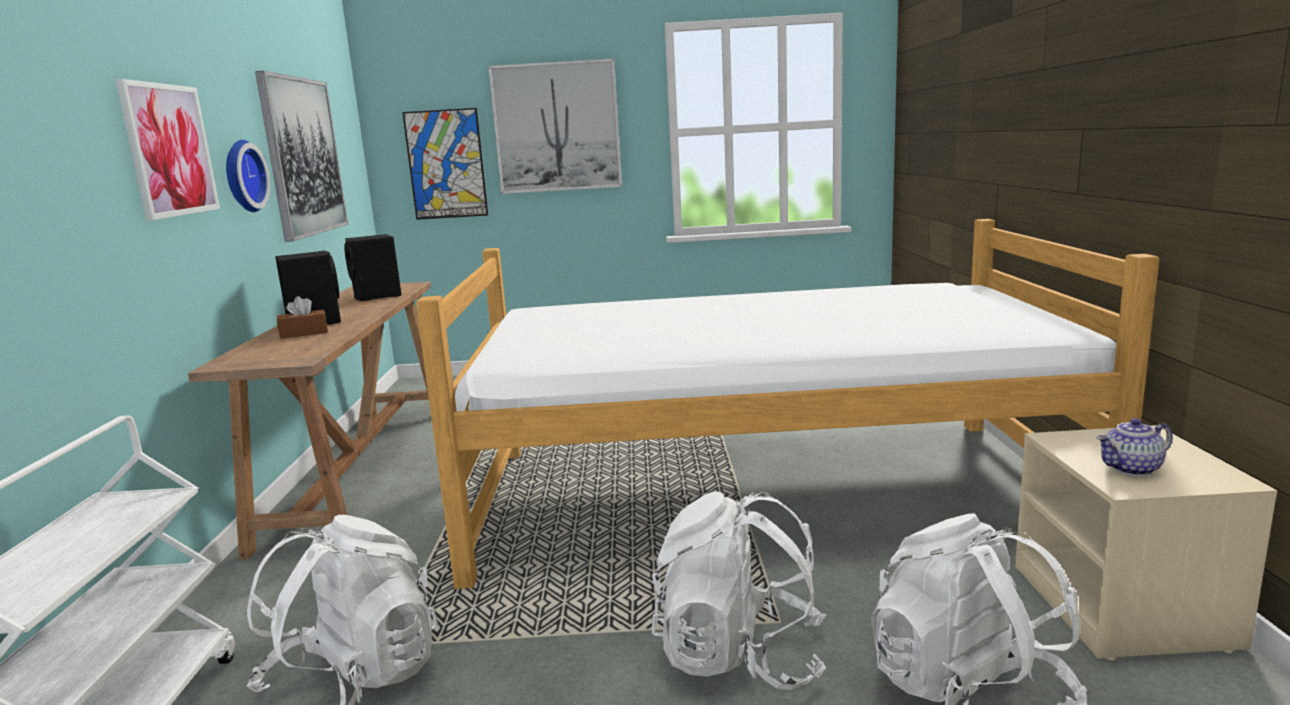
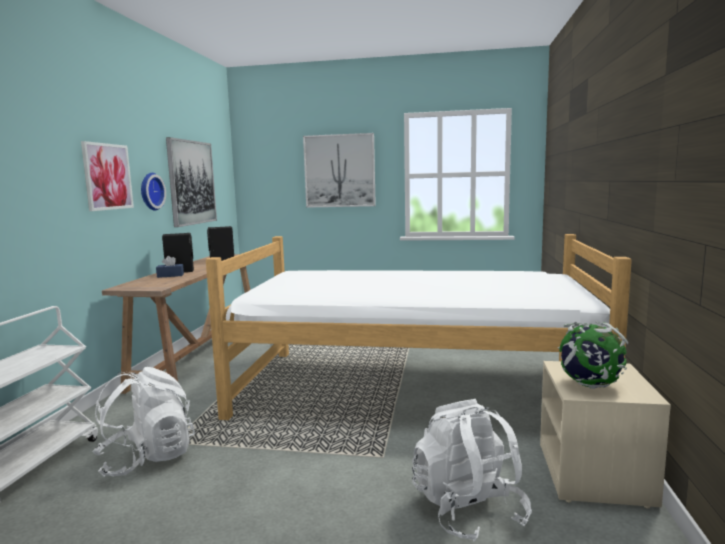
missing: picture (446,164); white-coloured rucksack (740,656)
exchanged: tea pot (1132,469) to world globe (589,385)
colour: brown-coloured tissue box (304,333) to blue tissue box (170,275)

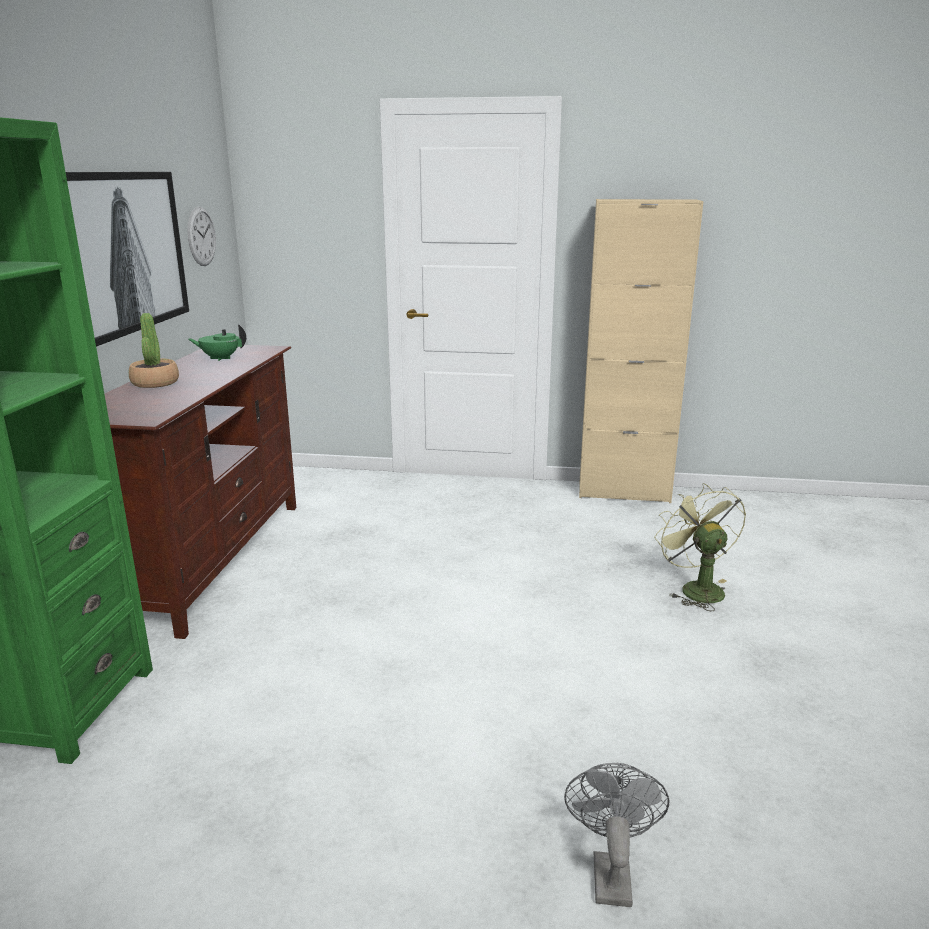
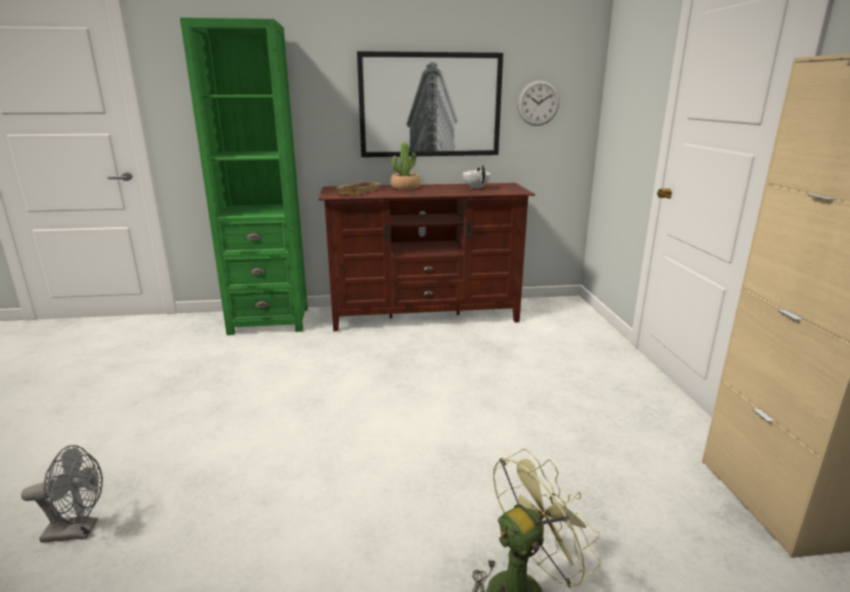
appeared: beige-coloured tray (357,191)
colour: greenish tea pot (220,358) to white-coloured tea pot (476,188)

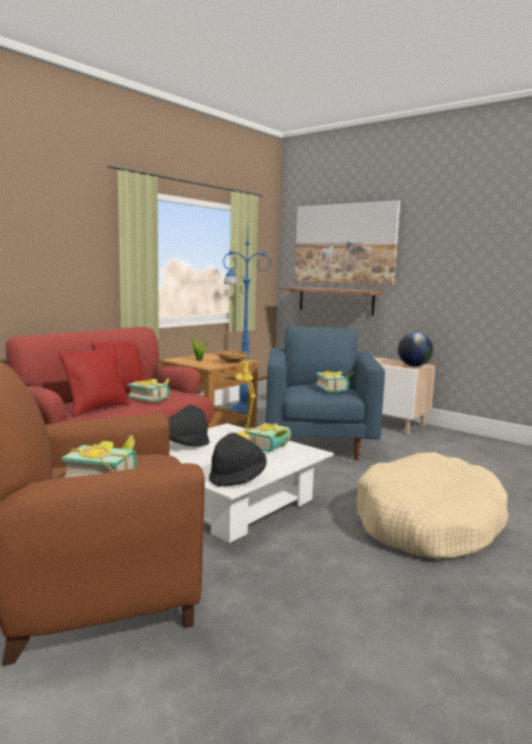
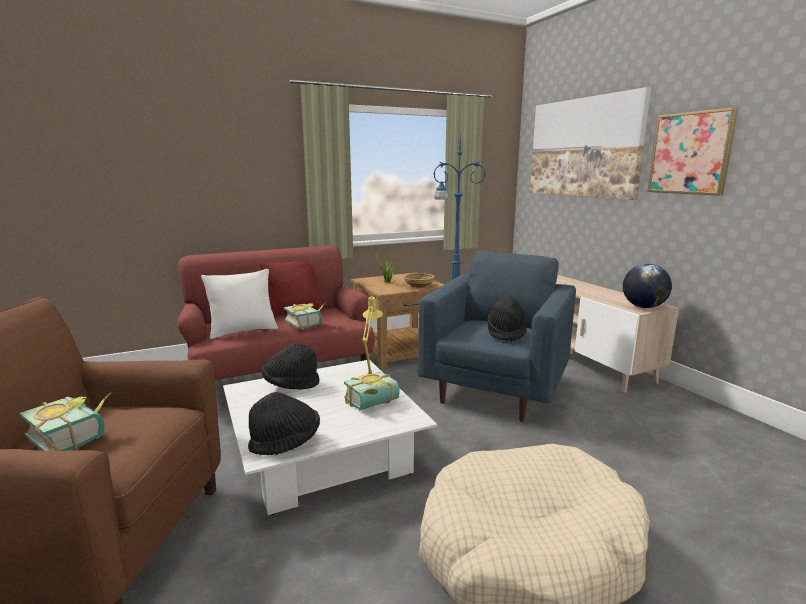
missing: bracket shelf (335,300)
appeared: picture (690,153)
exchanged: bound book (335,389) to blackish hat (506,333)
colour: reddish cushion (97,408) to white-coloured cushion (243,331)

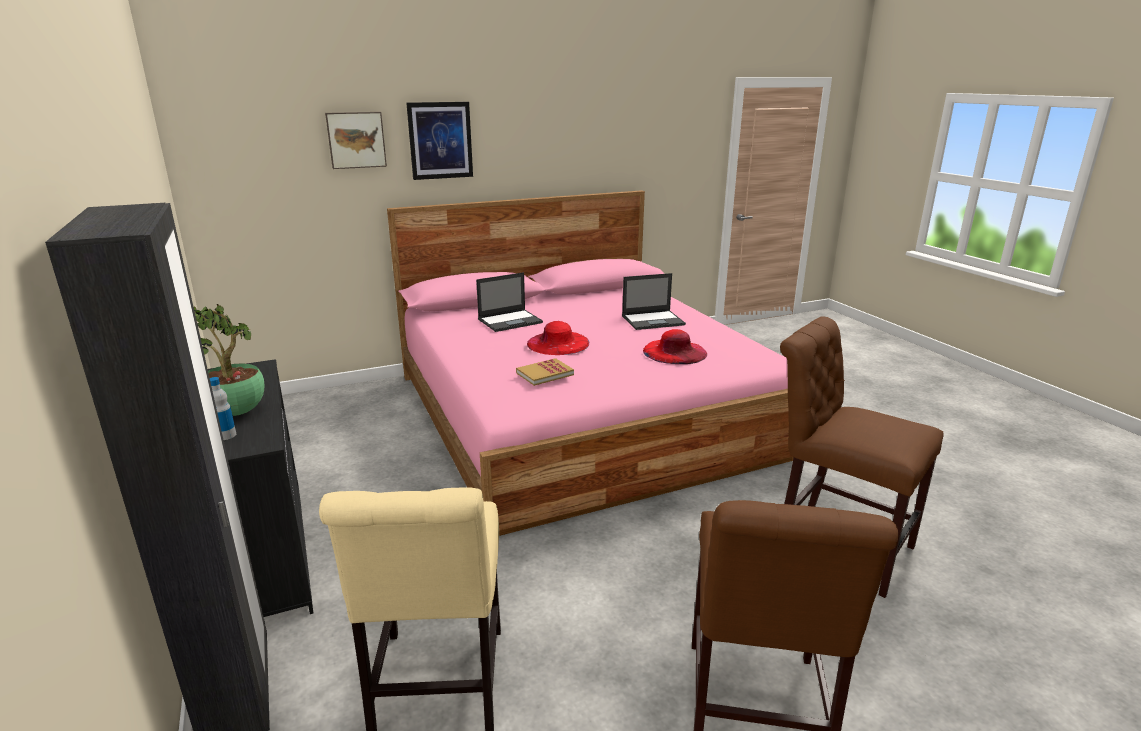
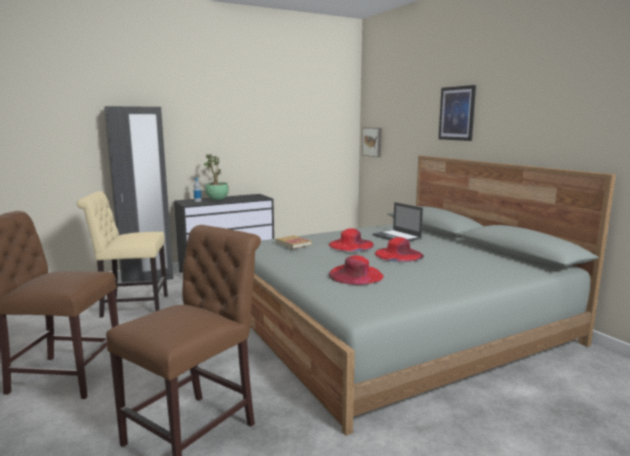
missing: notebook computer (653,320)
appeared: reddish hat (398,254)
relocated: picture (356,140) to (372,142)
colour: pink-coloured sleeping bed (581,413) to greyish sleeping bed (394,324)

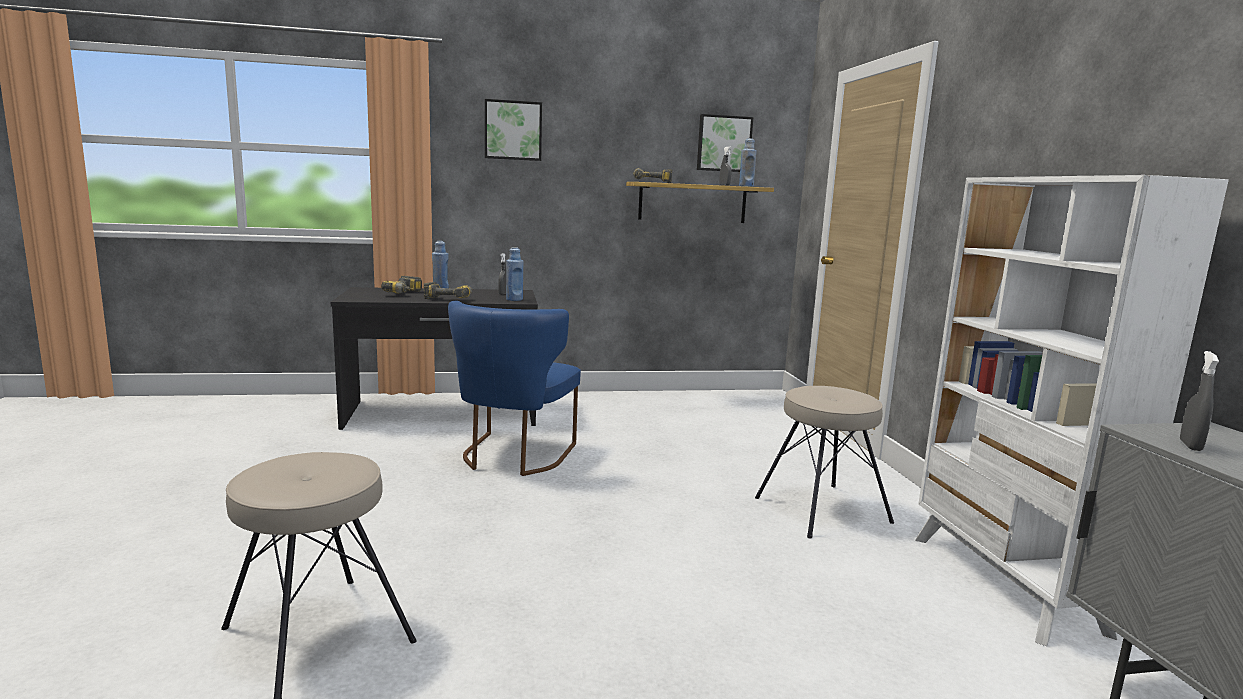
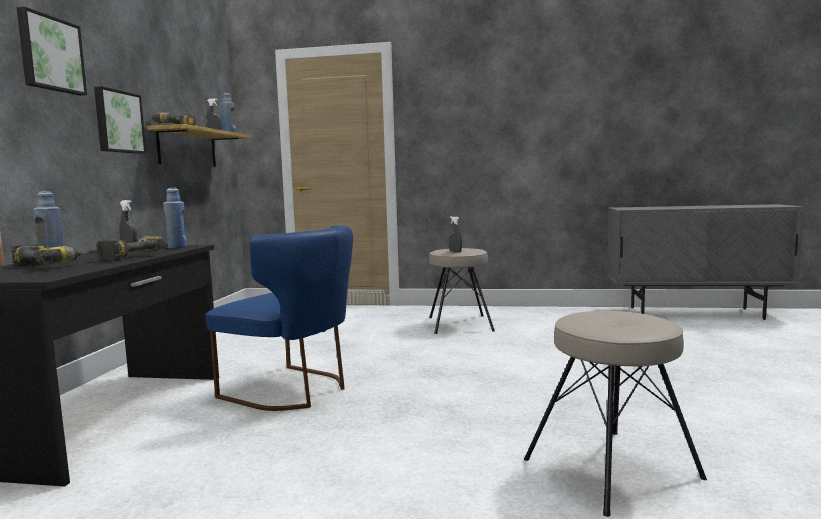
missing: white-coloured bookcase (1004,583)
relocated: picture (723,143) to (118,122); greyish sprayer (1190,446) to (455,252)

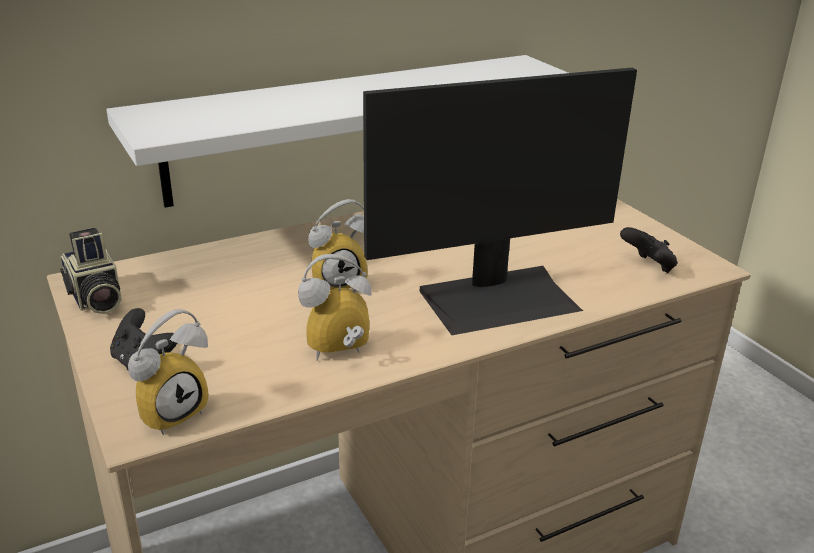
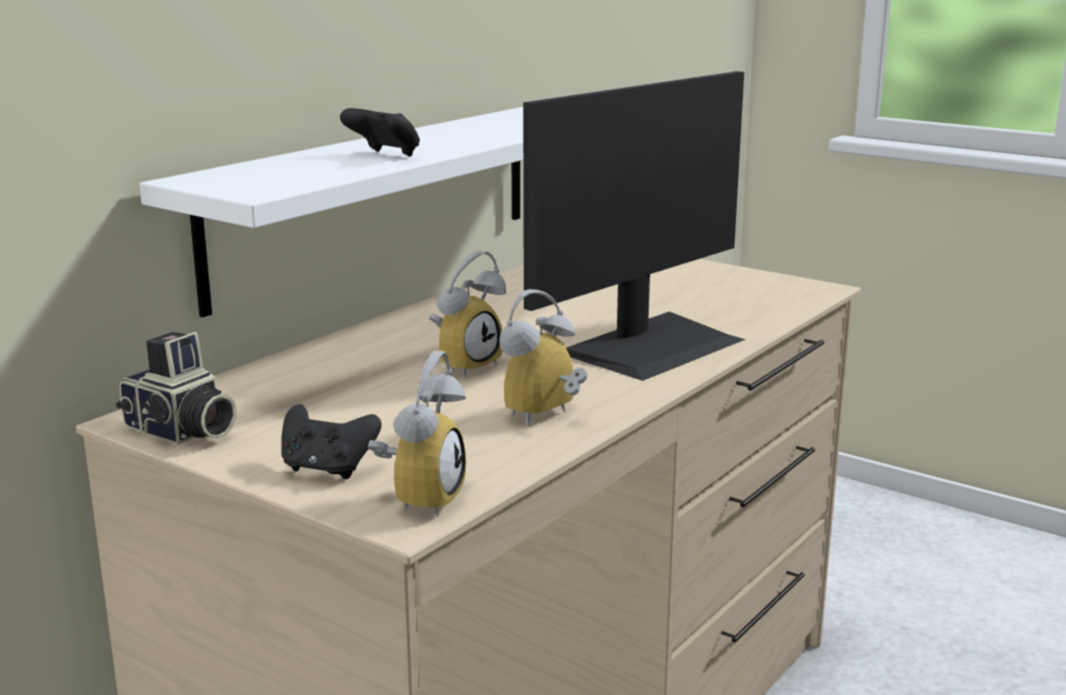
relocated: blackish game controller (648,267) to (385,155)

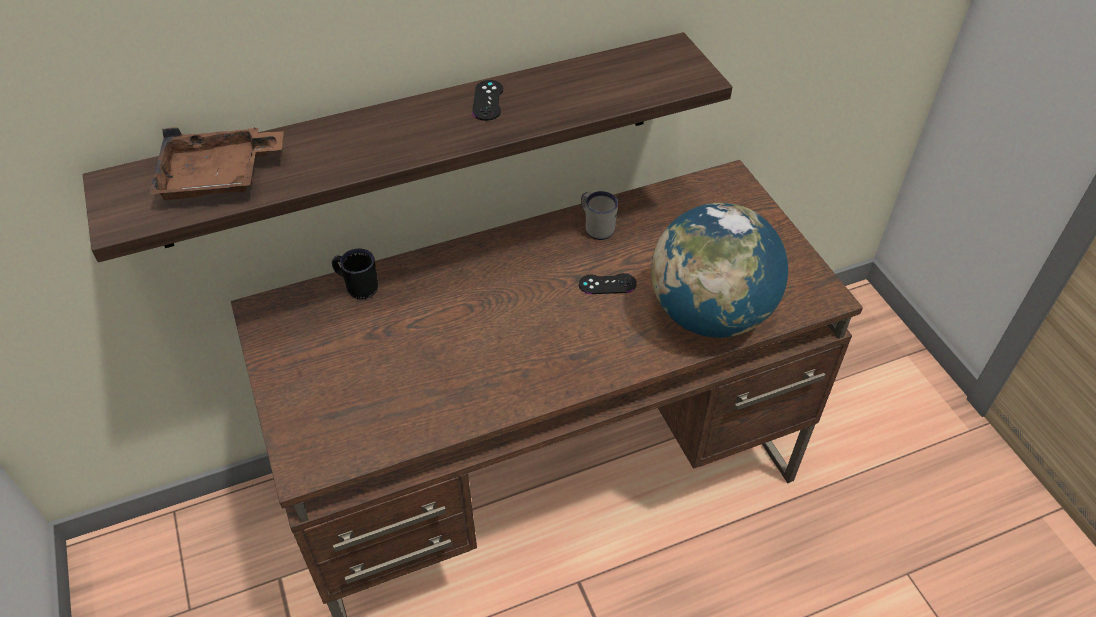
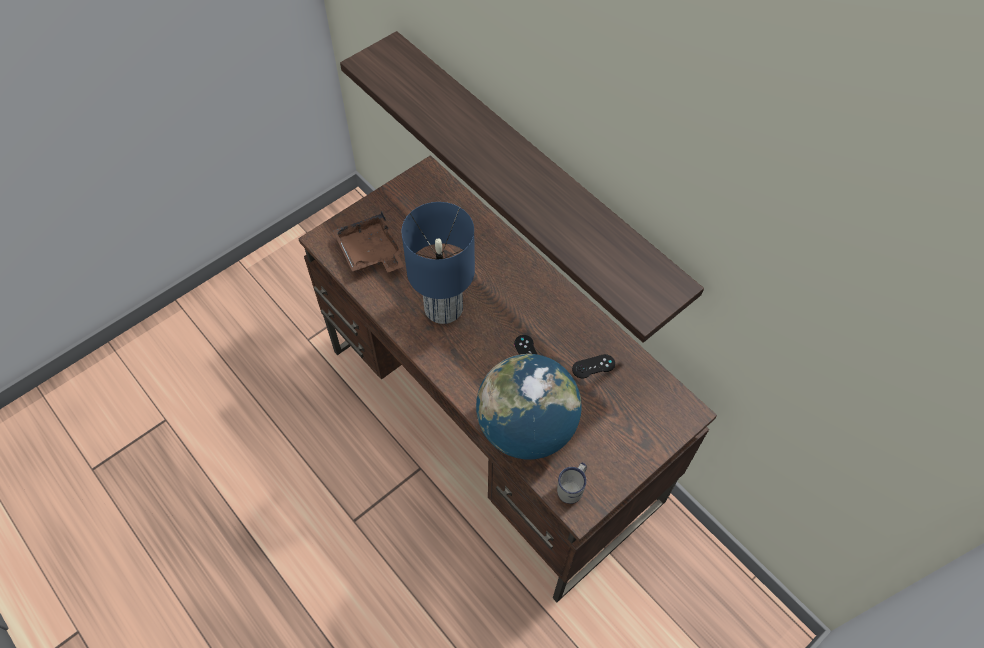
missing: blackish tea mug (357,286)
appeared: blue tabletop lamp (442,308)
relocated: blackish game controller (488,100) to (593,366); brown-coloured tray (218,177) to (370,252); white-coloured tea mug (596,226) to (572,488)

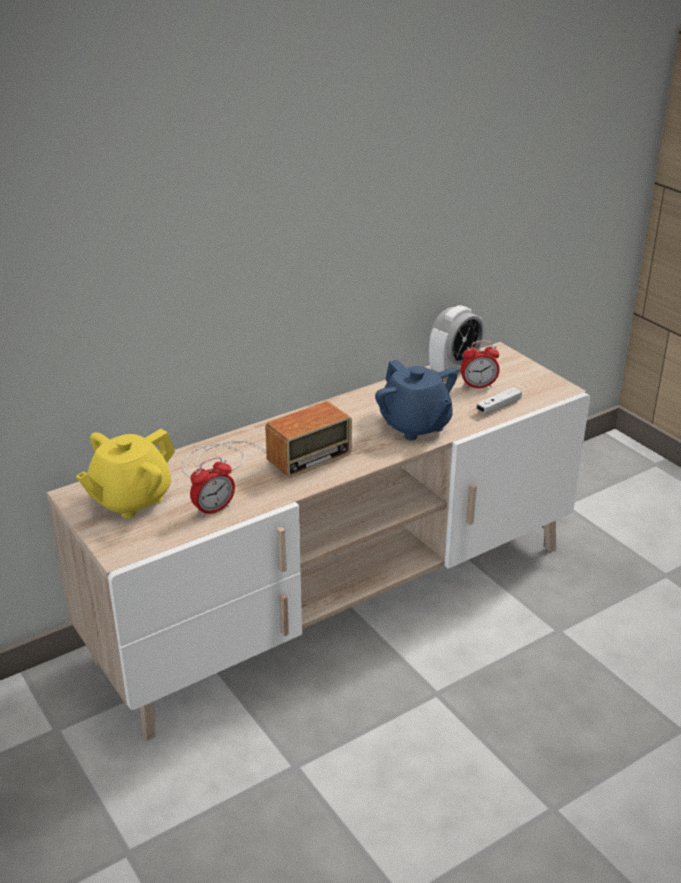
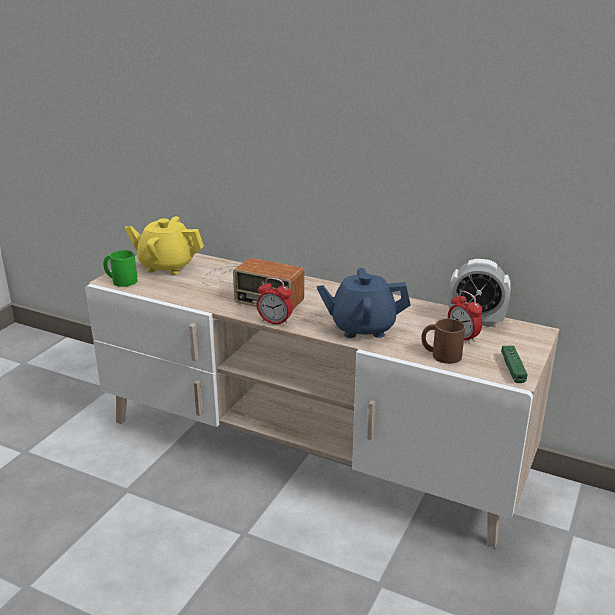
appeared: greenish tea mug (120,280); greenish game controller (513,369)
relocated: table clock (213,509) to (275,322)
exchanged: white-coloured game controller (498,406) to brown-coloured tea mug (440,354)
spun: blue tea pot (415,426) = (362,327) 60 degrees clockwise

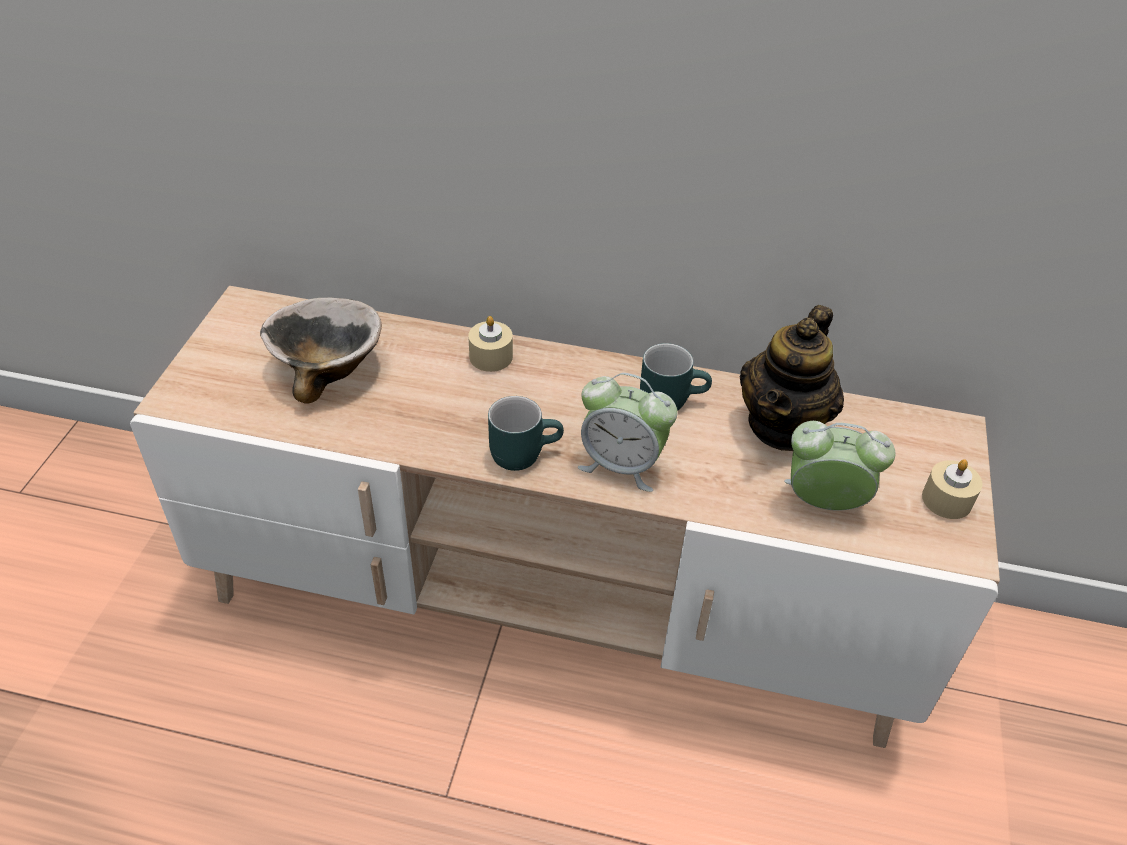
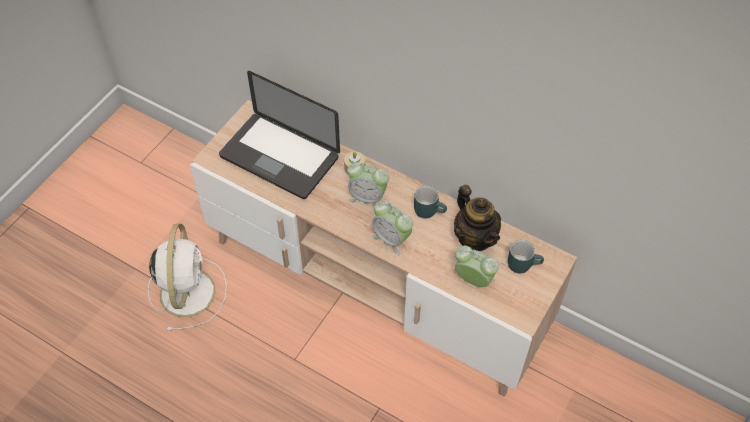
missing: beige-coloured wax candle (946,500)
appeared: table clock (367,197); white-coloured cooling fan (188,290)
relocated: turquoise tea mug (523,451) to (523,263)
exchanged: serving bowl (328,367) to notebook computer (279,156)
spun: tea pot (783,426) = (475,237) 75 degrees counterclockwise

